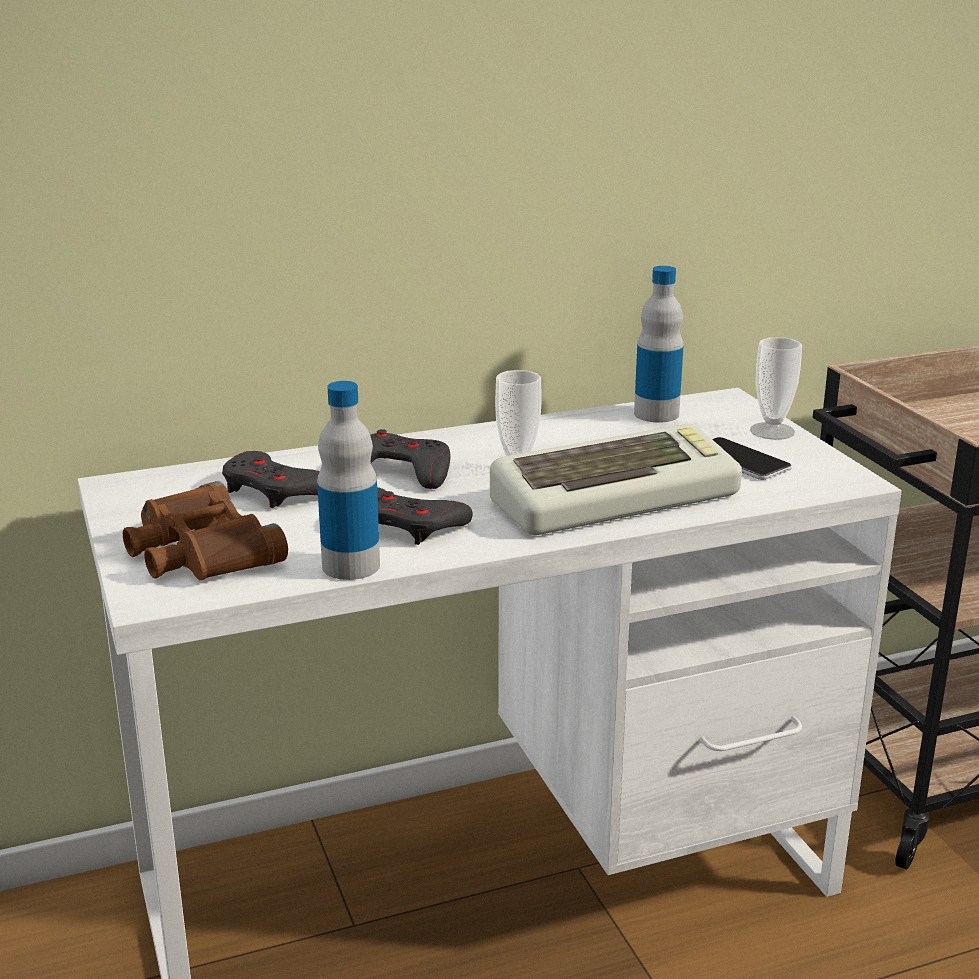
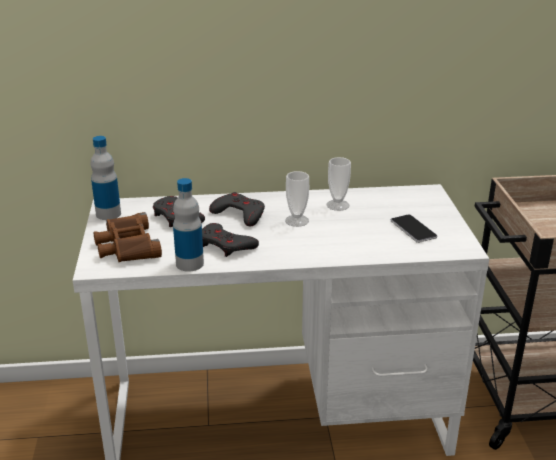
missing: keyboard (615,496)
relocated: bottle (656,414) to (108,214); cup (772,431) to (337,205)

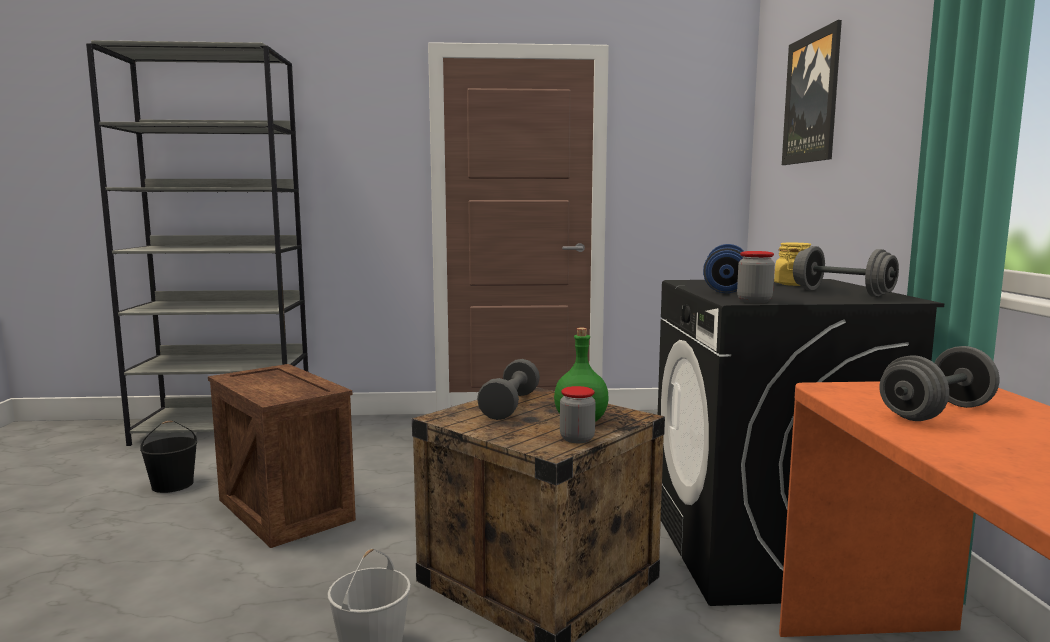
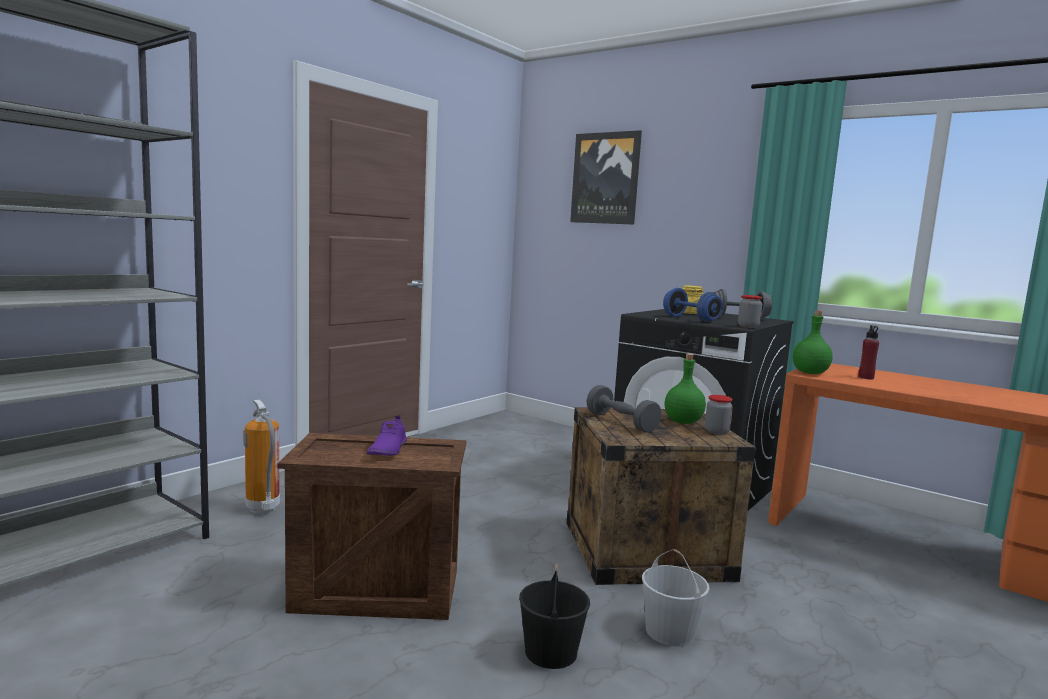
appeared: greenish bottle (810,373); extinguisher (263,508); purple shoe (387,450)
relocated: blackish water bucket (173,484) to (550,651)
exchanged: greyish hand weight (936,412) to reddish bottle (866,378)

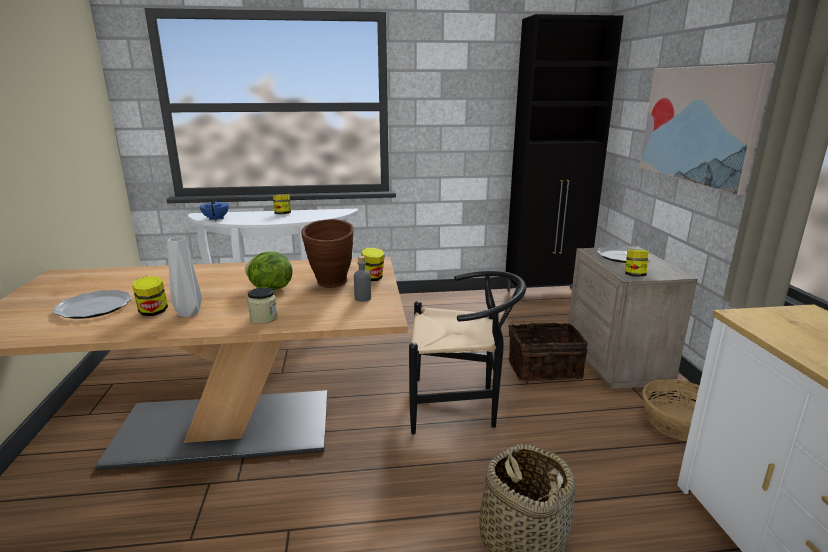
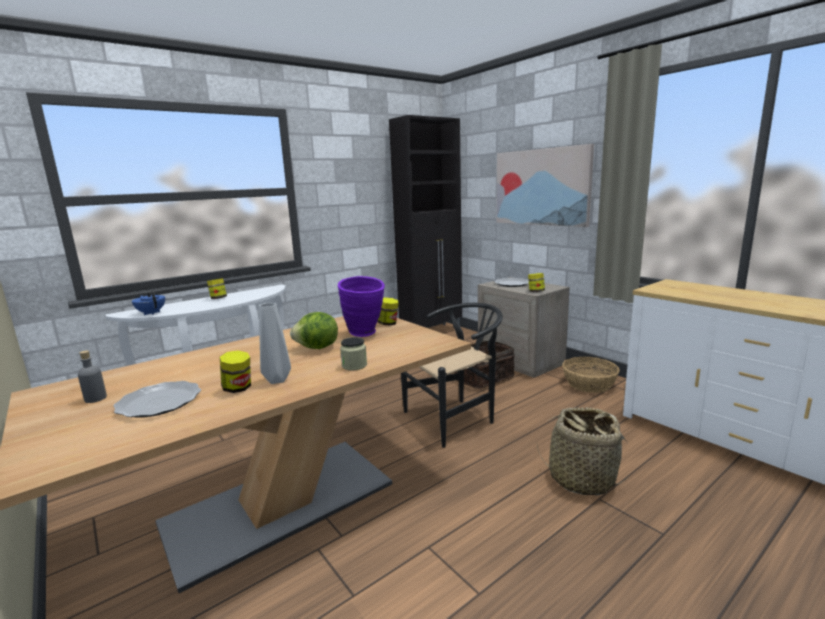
relocated: greyish bottle (363,298) to (95,398)
colour: brown-coloured flower vase (331,285) to purple flower vase (365,334)

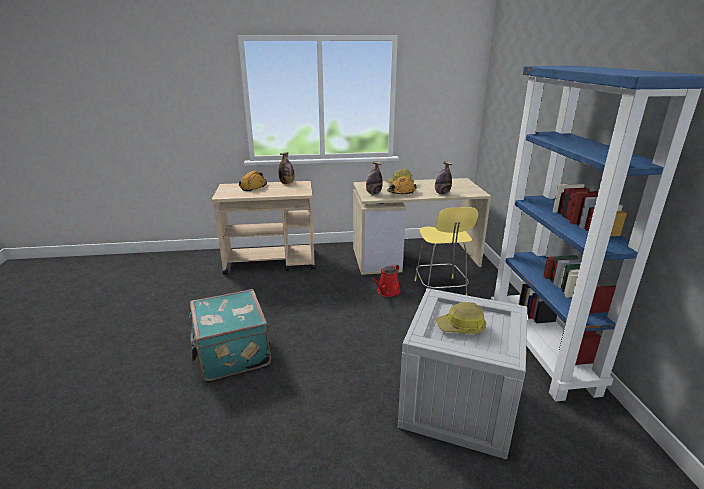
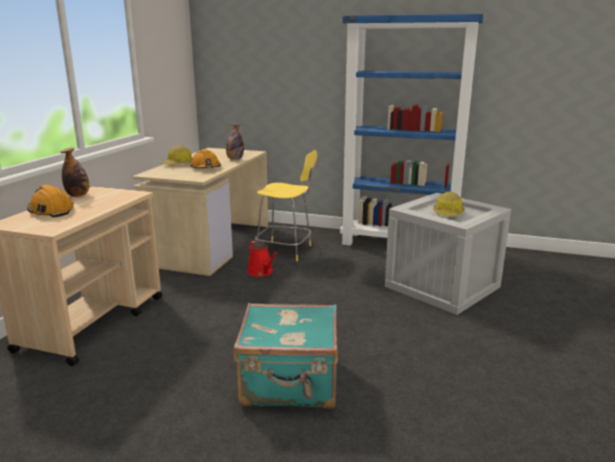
missing: bottle (373,193)

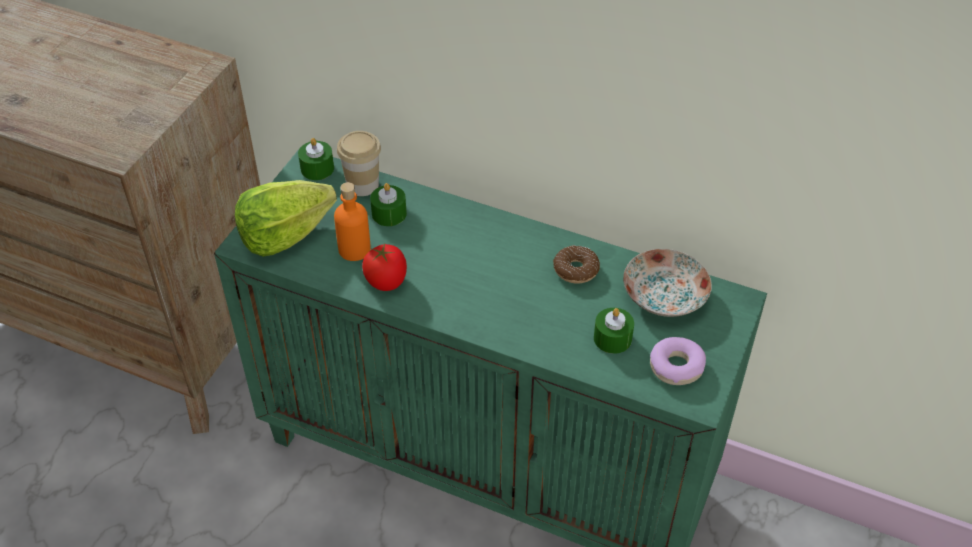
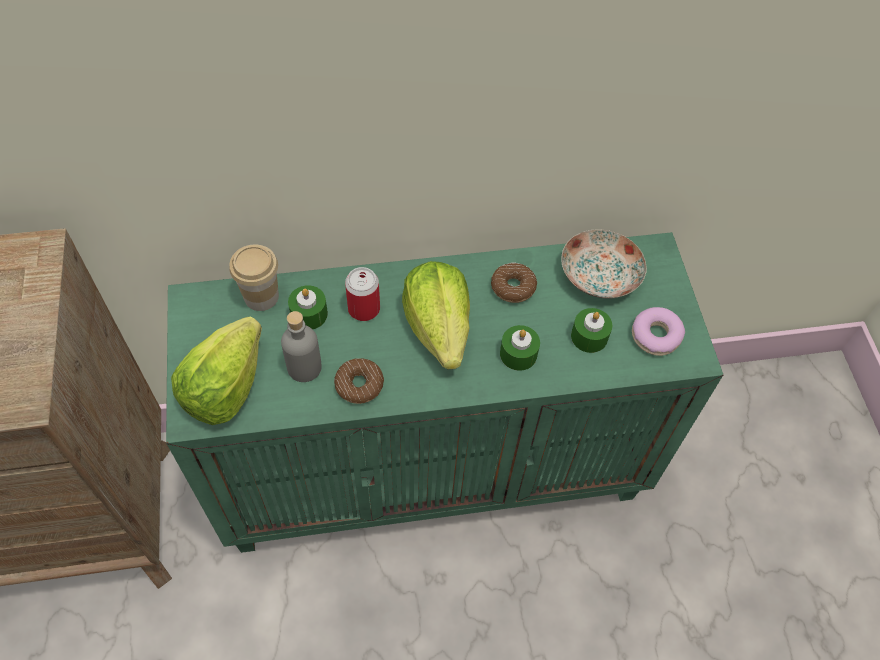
appeared: lettuce head (439,328); sealed can (364,309)
relocated: greenish wax candle (317,168) to (518,354)
exchanged: whole tomato (386,281) to doughnut (359,384)
colour: orange bottle (354,249) to greyish bottle (304,367)

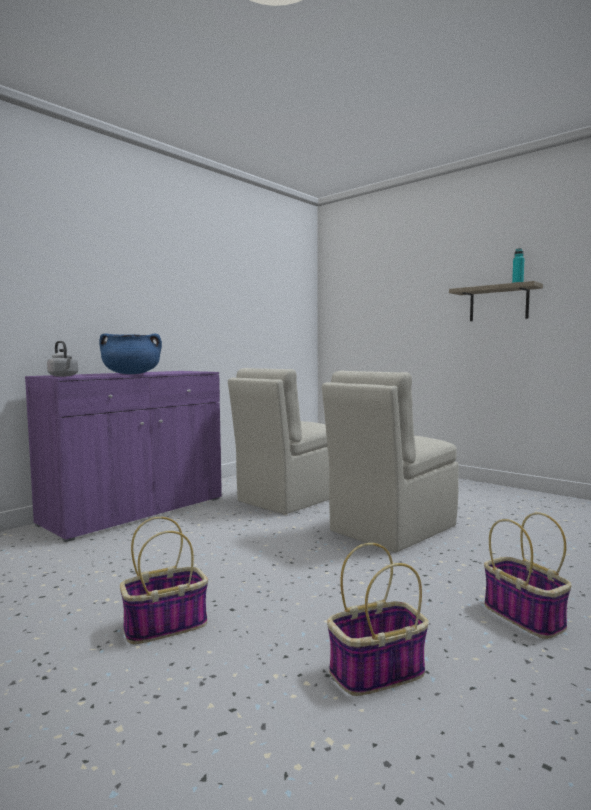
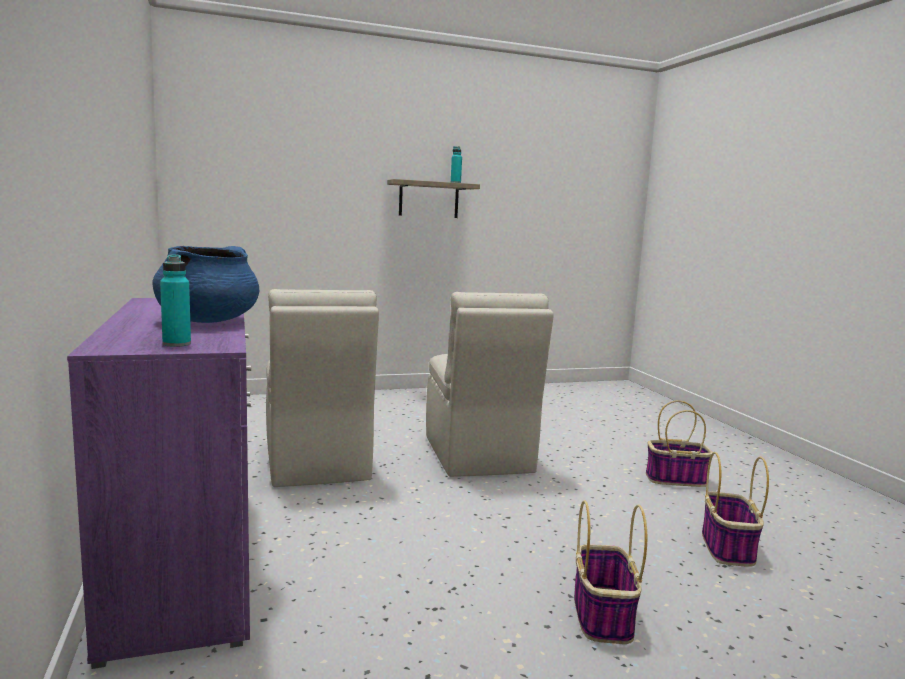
exchanged: greyish tea kettle (64,376) to turquoise bottle (176,344)

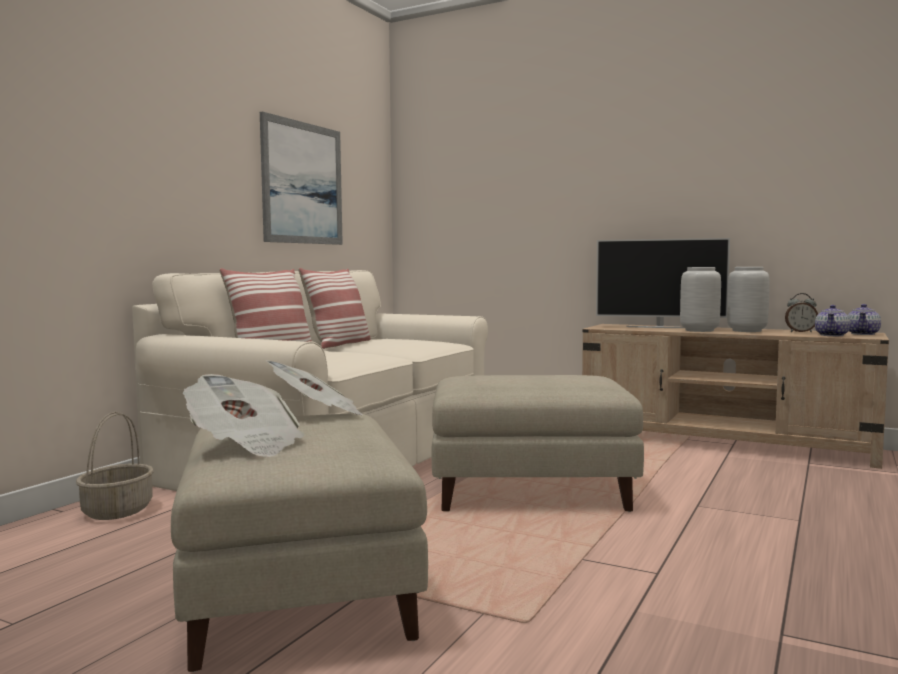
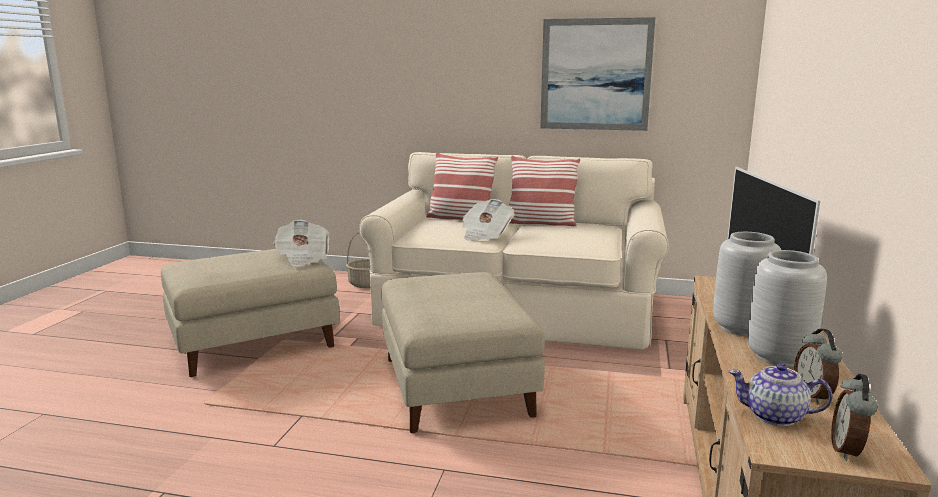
relocated: printed paper (246,445) to (485,235)
exchanged: tea pot (863,334) to table clock (847,451)

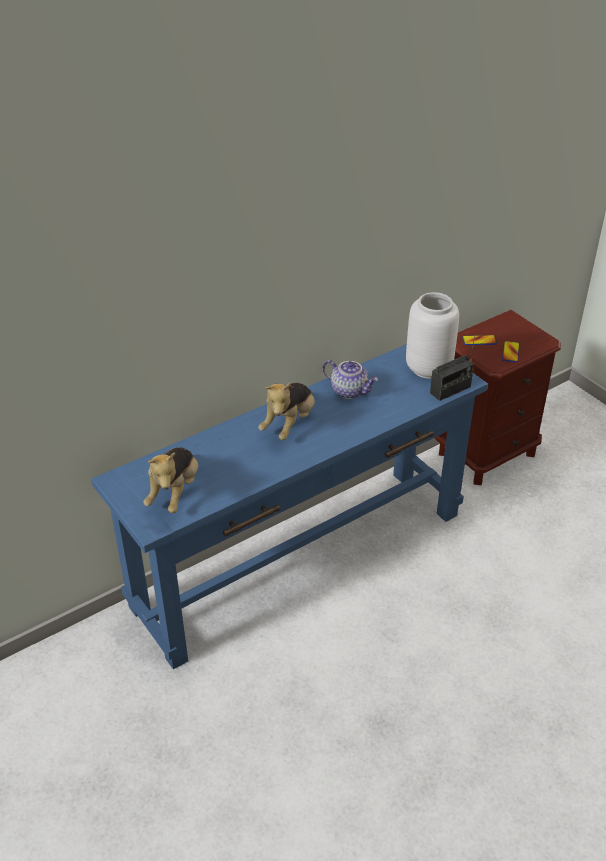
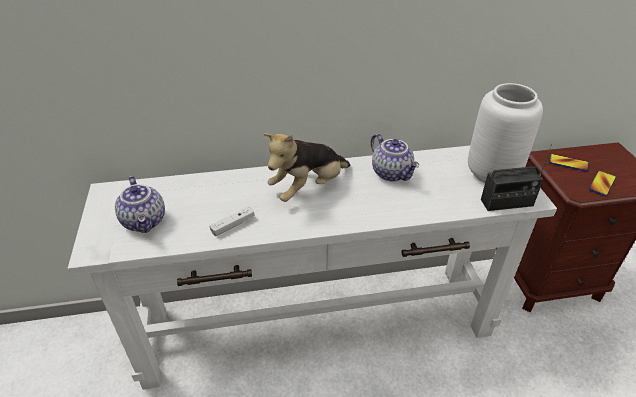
appeared: white-coloured game controller (233,225)
exchanged: cuddly toy (174,492) to tea pot (145,221)
colour: blue hall table (301,559) to white-coloured hall table (317,324)

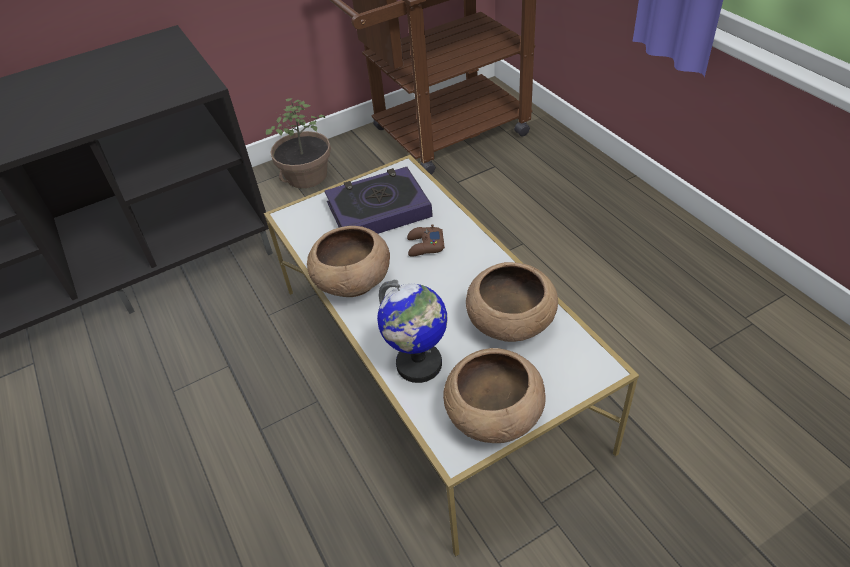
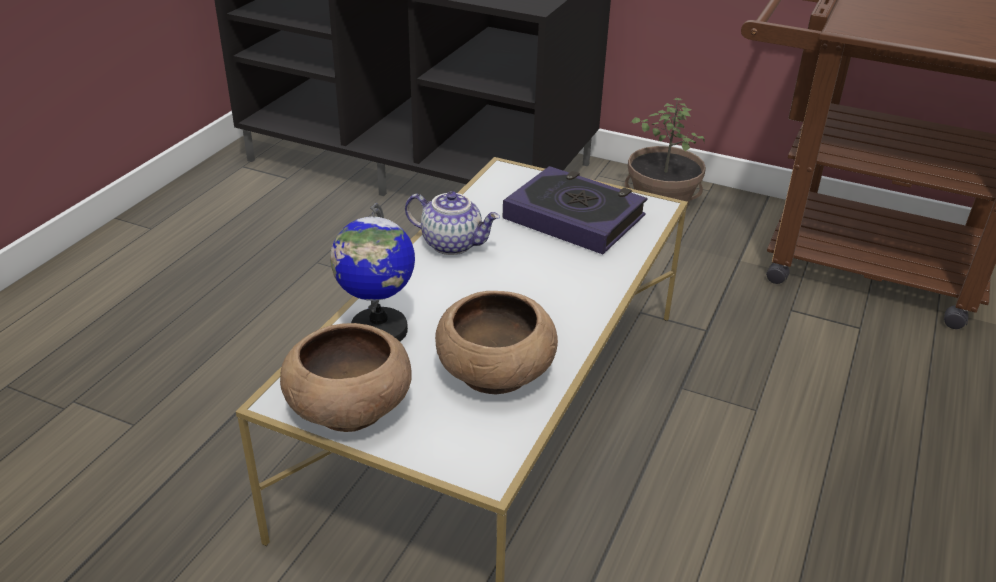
missing: brown-coloured game controller (425,246)
exchanged: brown-coloured serving bowl (352,281) to tea pot (453,243)

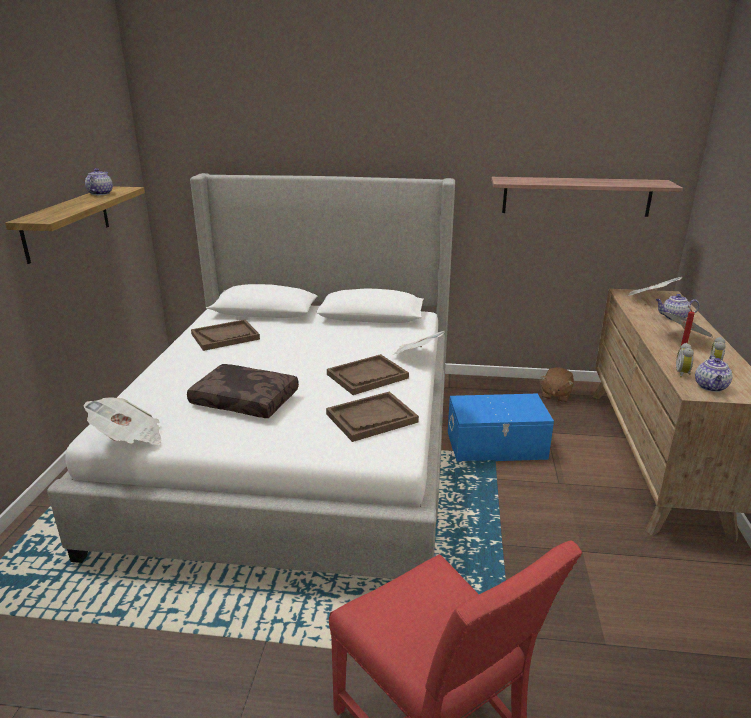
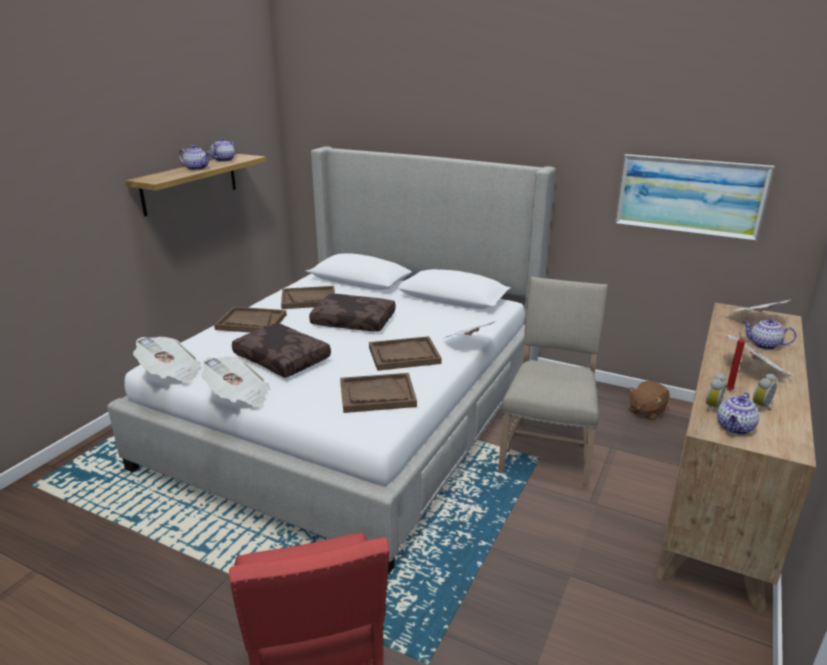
appeared: tea pot (196,168); brown-coloured cushion (354,321); brown-coloured tray (251,322); printed paper (238,396)
exchanged: bracket shelf (576,196) to picture (689,196); blue storage container (497,446) to beige-coloured chair (547,450)

